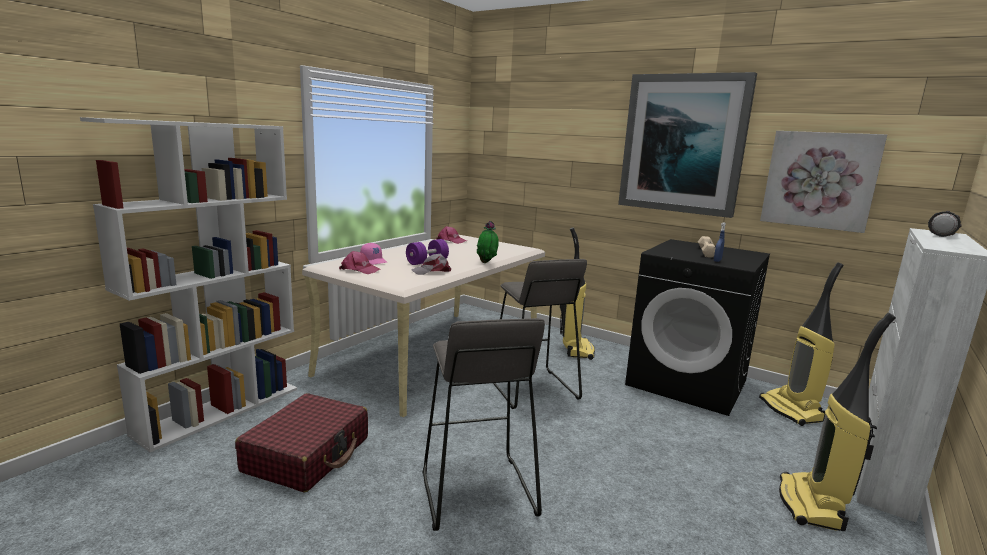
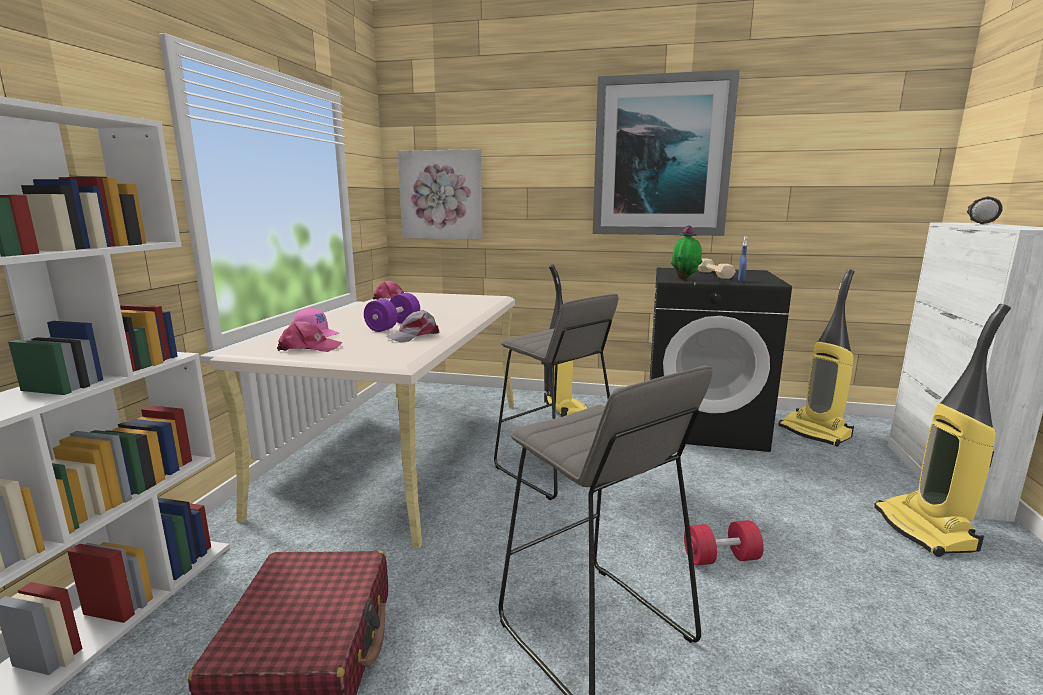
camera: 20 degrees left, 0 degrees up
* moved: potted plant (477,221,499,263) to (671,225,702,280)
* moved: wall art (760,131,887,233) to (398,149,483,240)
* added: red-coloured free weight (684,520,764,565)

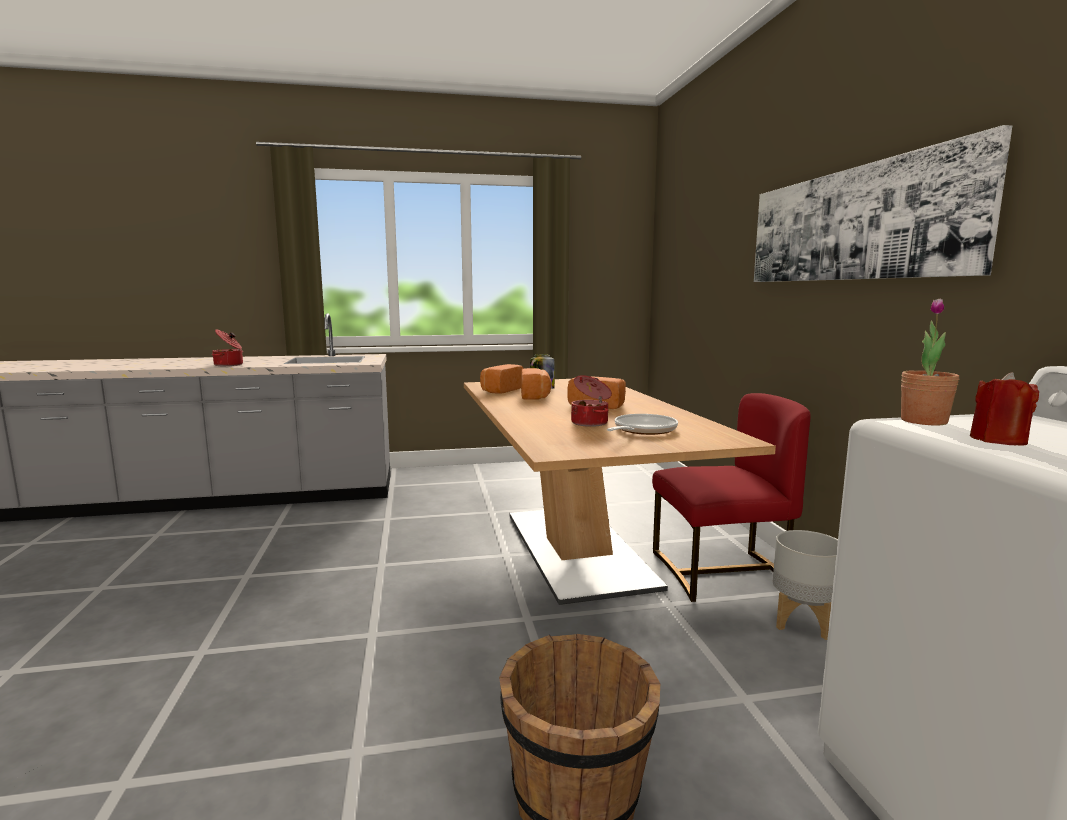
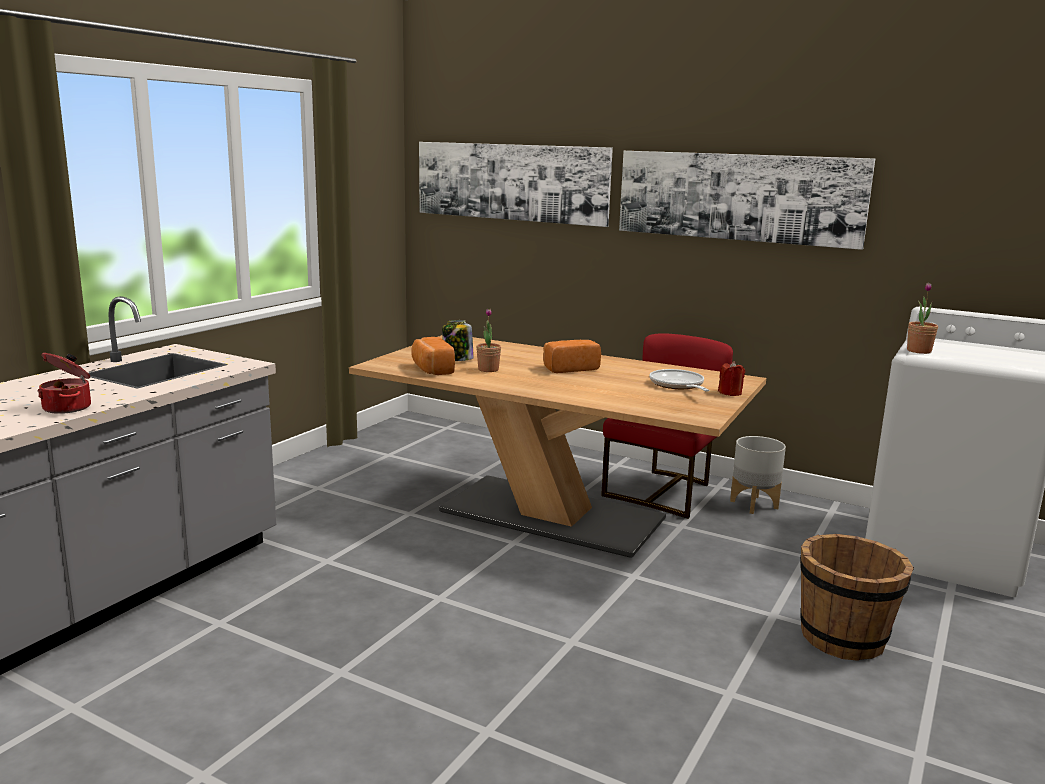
camera: 50 degrees left, 5 degrees up
* replaced: baked bread (521,368,551,400) to potted plant (476,309,501,372)
* removed: saucepot (571,375,612,427)
* moved: red-coloured candle (970,372,1039,446) to (718,361,745,396)
* added: wall art (419,142,613,227)

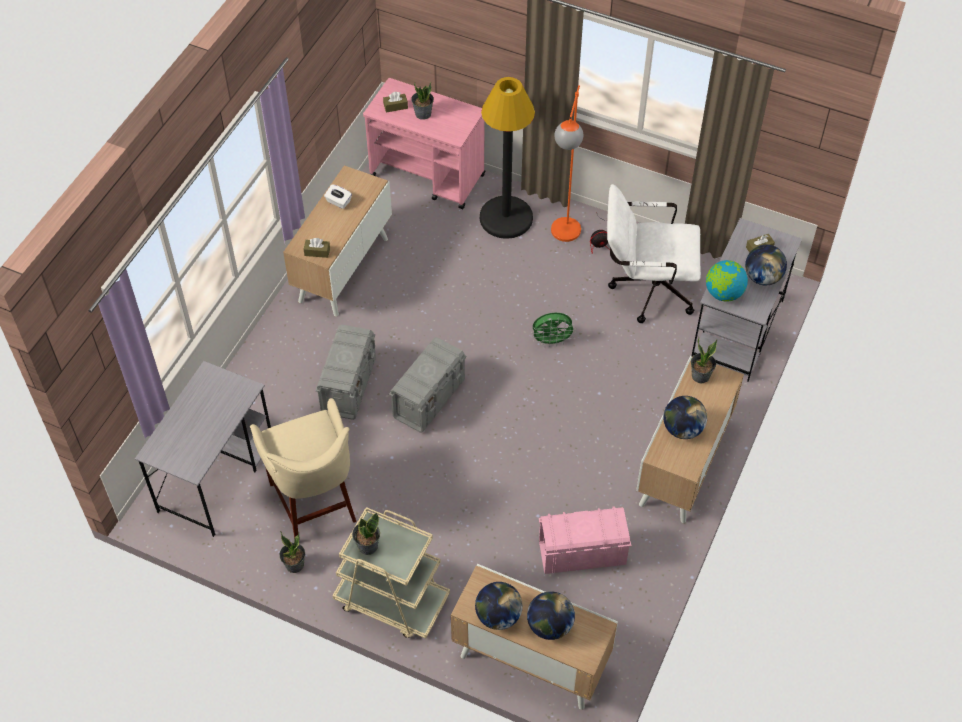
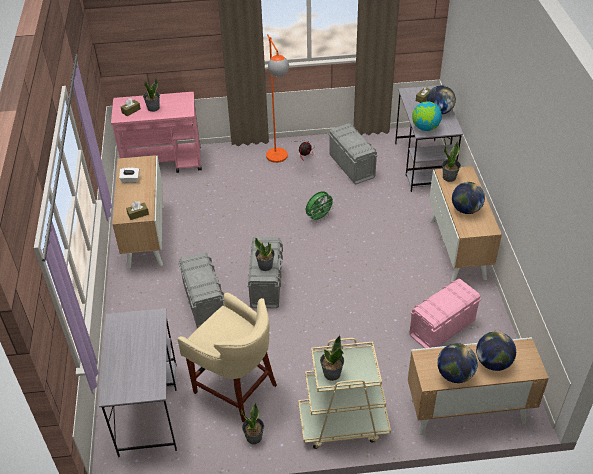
camera: 30 degrees left, 10 degrees down
* removed: blackish standard lamp (480,77,535,239)
* replaced: white-coloured desk chair (607,184,701,323) to greyish storage container (328,123,378,184)
* added: potted plant (255,237,275,271)

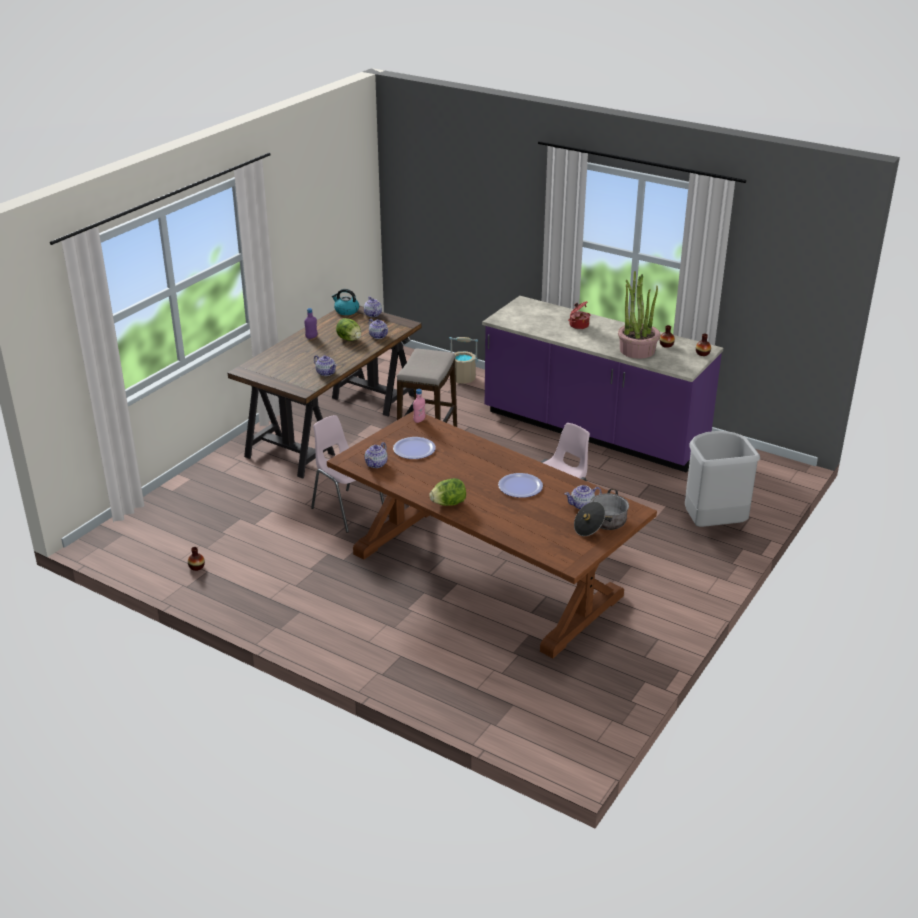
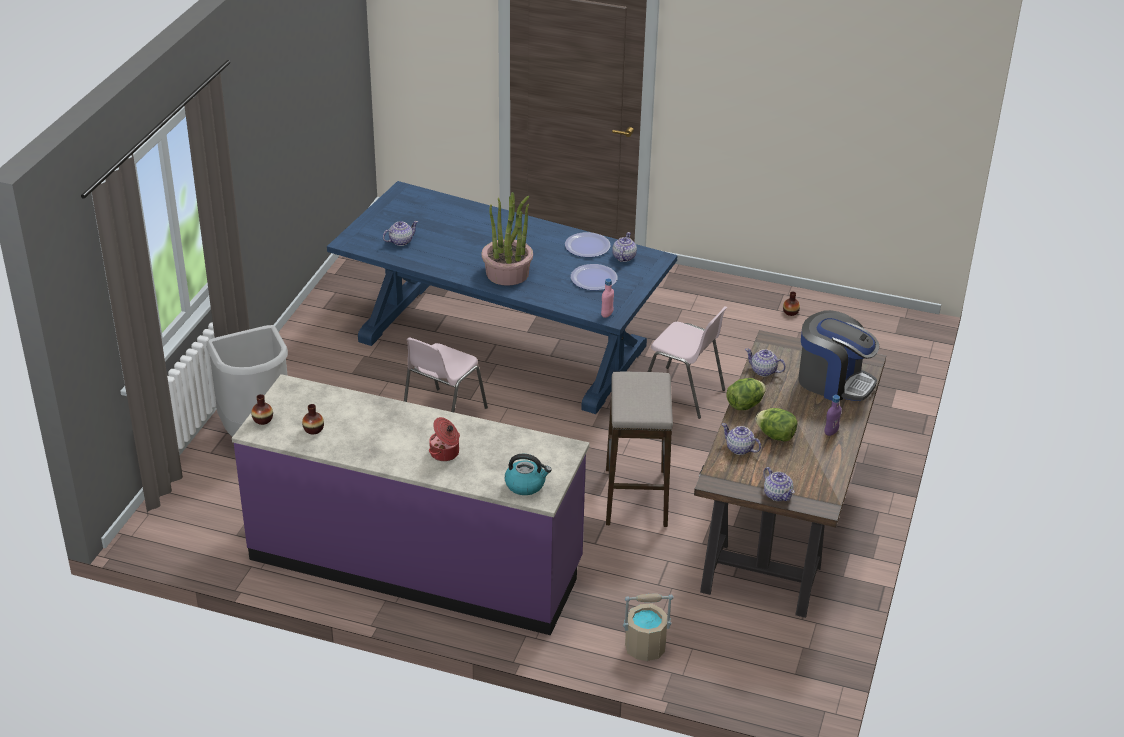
camera: 165 degrees right, 5 degrees up
* recoloured: brown-coloured kitchen table (327,411,657,658) to blue kitchen table (327,181,678,414)
* moved: water kettle (332,289,359,315) to (505,454,552,495)
* moved: lettuce (429,478,466,506) to (726,378,766,410)
* moved: flat dish (498,473,543,498) to (565,232,610,257)
* removed: saucepot (574,489,629,536)
* moved: potted plant (618,271,661,359) to (481,192,533,286)
* added: coffee maker (798,310,879,401)

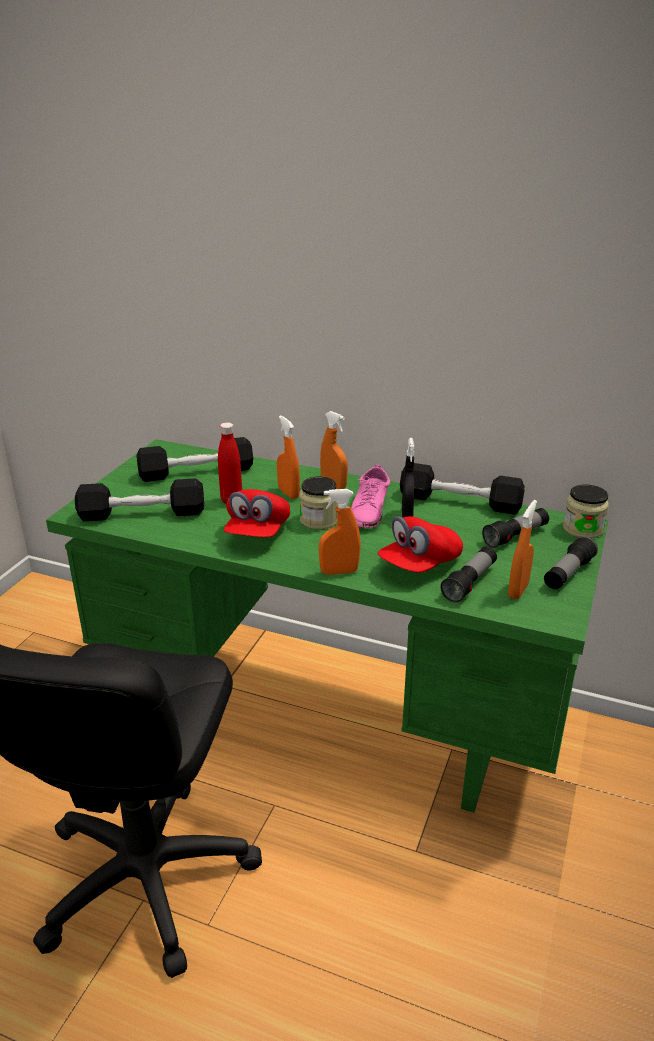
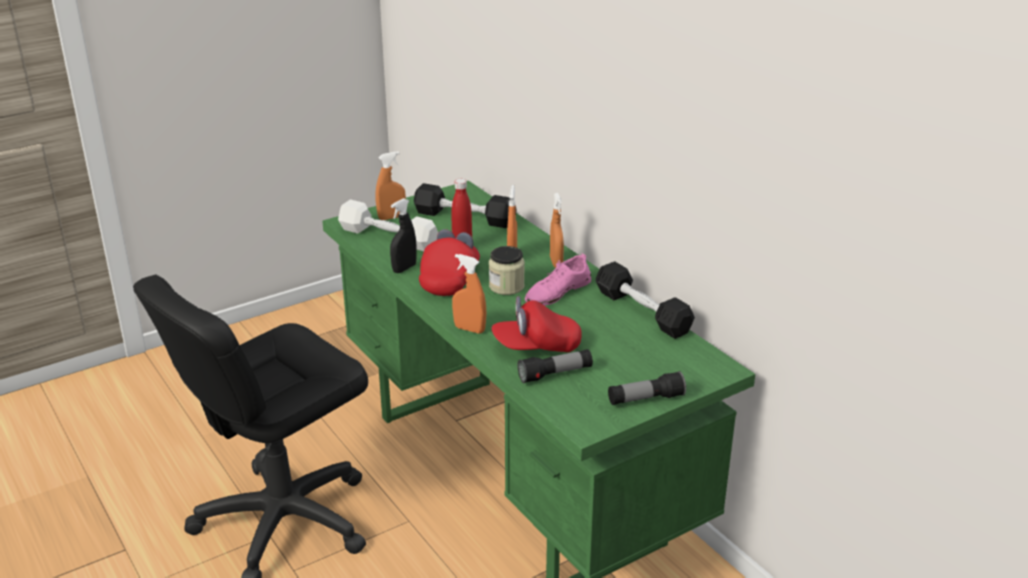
camera: 35 degrees right, 0 degrees up
* recoloured: blackish free weight (75,478,204,521) to white-coloured free weight (338,199,438,251)
* turned: red-coloured peaked cap (224,489,290,537) = (419,229,480,296) 150 degrees clockwise
* moved: blackish spray bottle (402,438,414,518) to (390,198,417,273)
* removed: flashlight (482,508,549,548)
* moved: orangey spray bottle (508,500,537,599) to (375,151,406,220)
* removed: preserve jar (563,485,609,538)

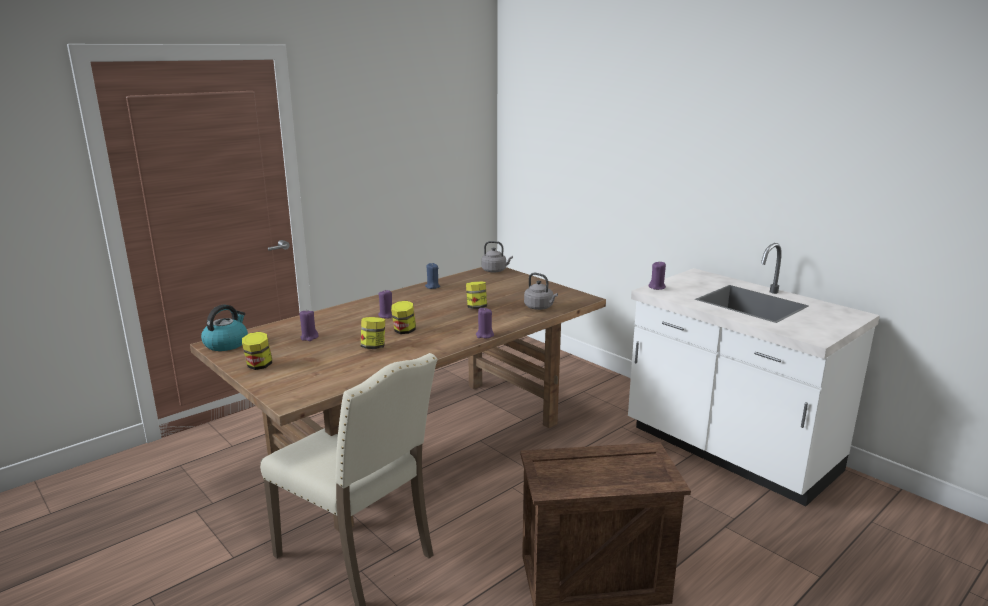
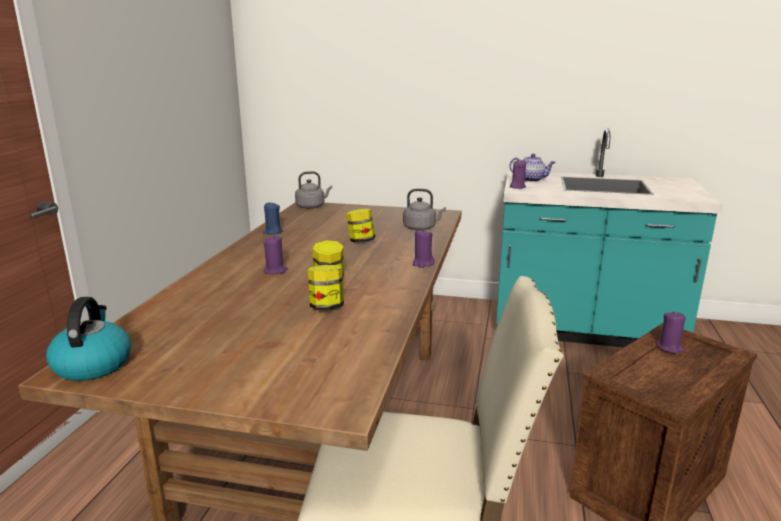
camera: 35 degrees left, 0 degrees up
* removed: preserve jar (242,332,272,370)
* moved: purple candle (299,309,319,341) to (656,311,686,353)
* recoloured: white-coloured counter (628,243,880,506) to blue-green counter (496,128,724,347)
* added: tea pot (510,154,556,182)

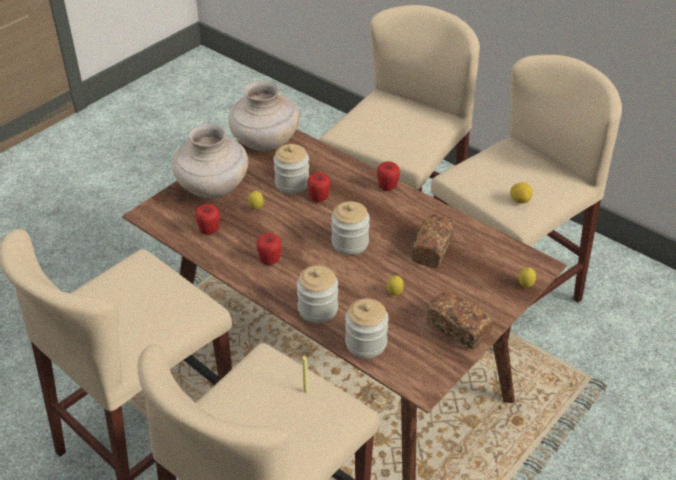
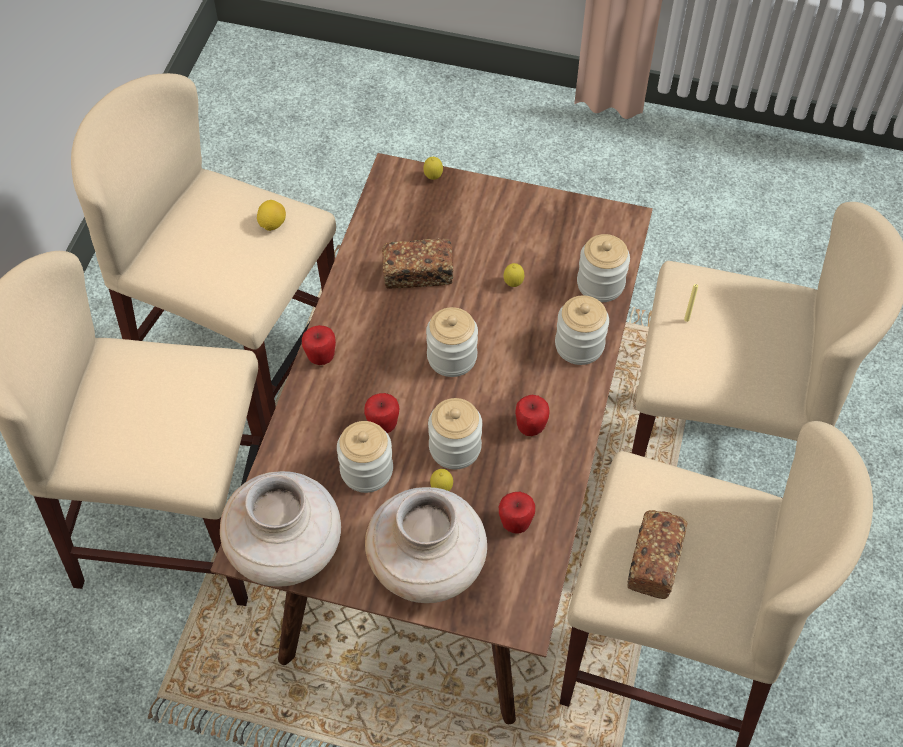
camera: 115 degrees left, 15 degrees up
* moved: baked bread (427,291,493,350) to (627,510,688,599)
* added: preserve jar (428,398,482,469)

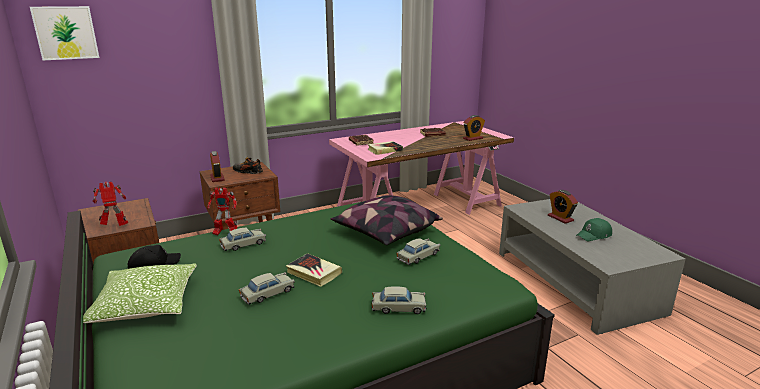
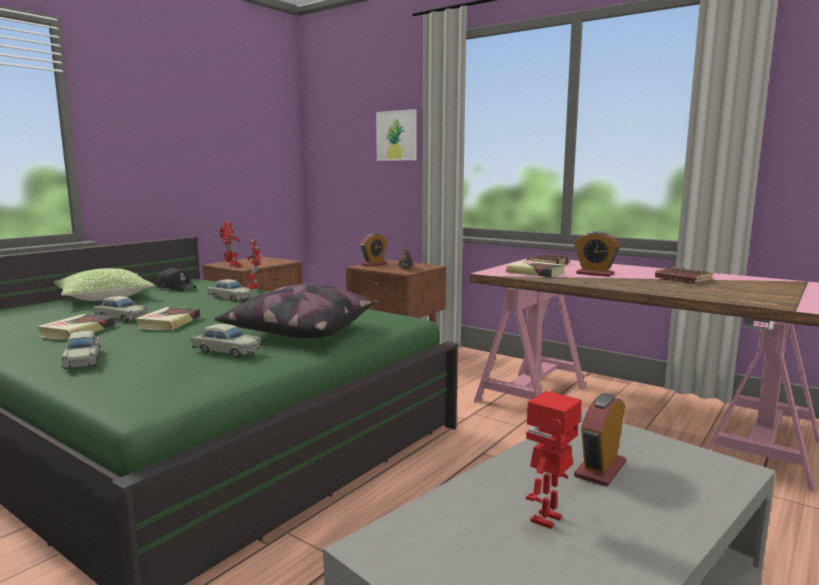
camera: 65 degrees right, 10 degrees down
* moved: wall art (30,6,99,60) to (376,109,417,161)
* moved: bedside clock (463,115,485,141) to (574,231,620,277)
* replaced: green-coloured peaked cap (576,218,612,241) to toy robot (526,391,582,529)
* added: volume (36,314,115,340)

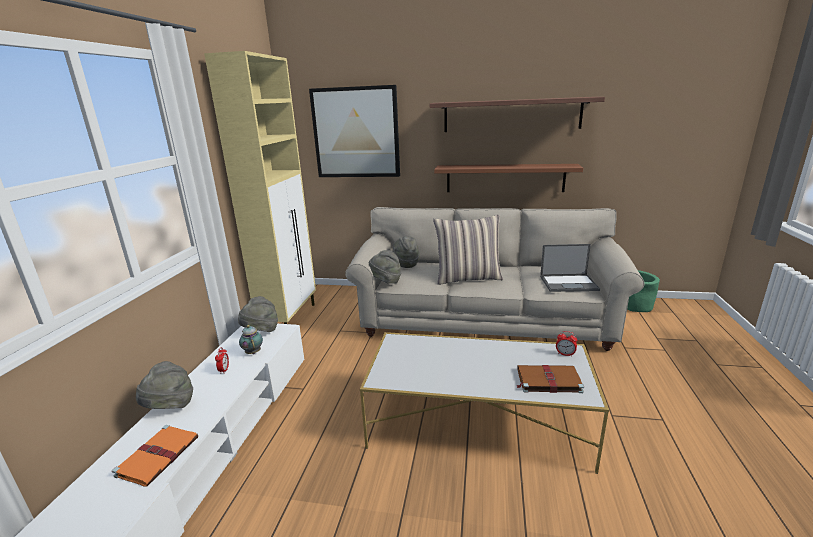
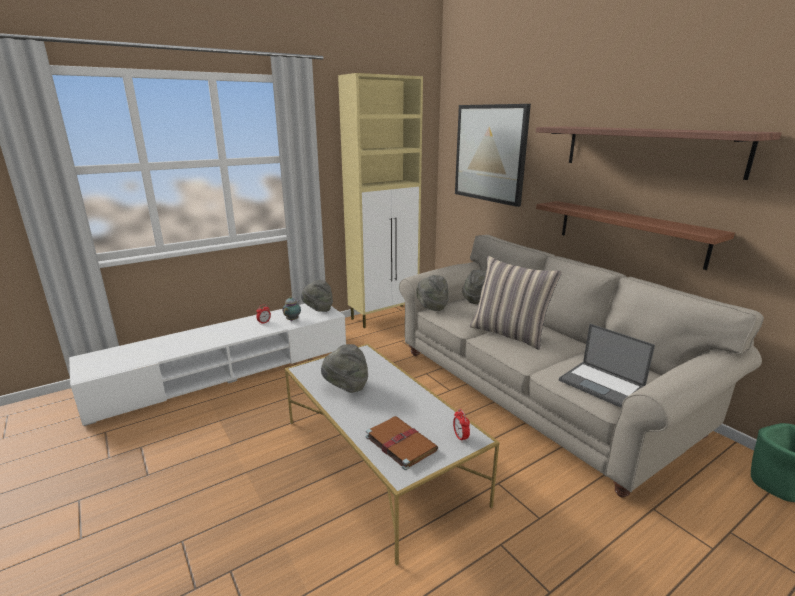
camera: 45 degrees right, 0 degrees up
* removed: orangey volume (112,425,198,487)
* moved: greyish clothing hat (136,361,193,409) to (321,344,368,393)

